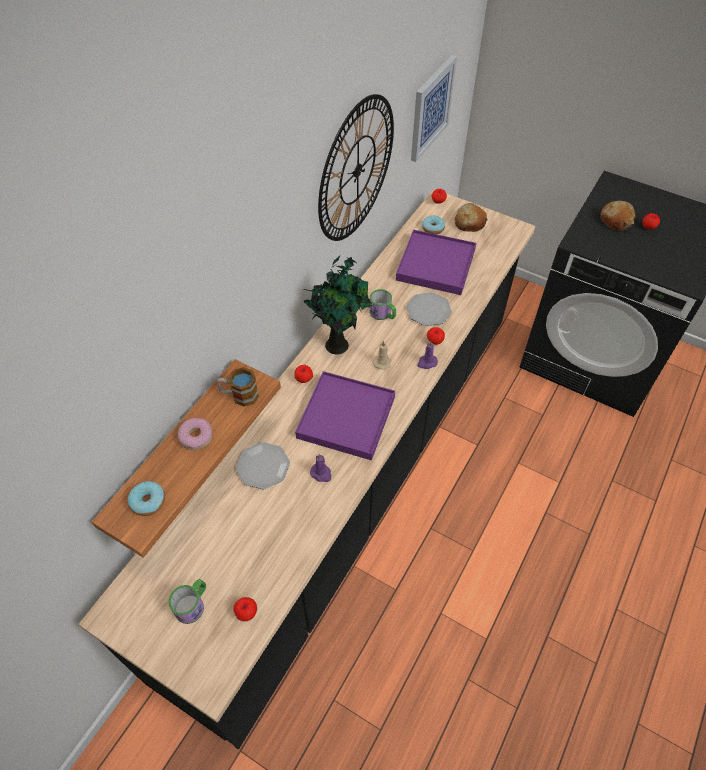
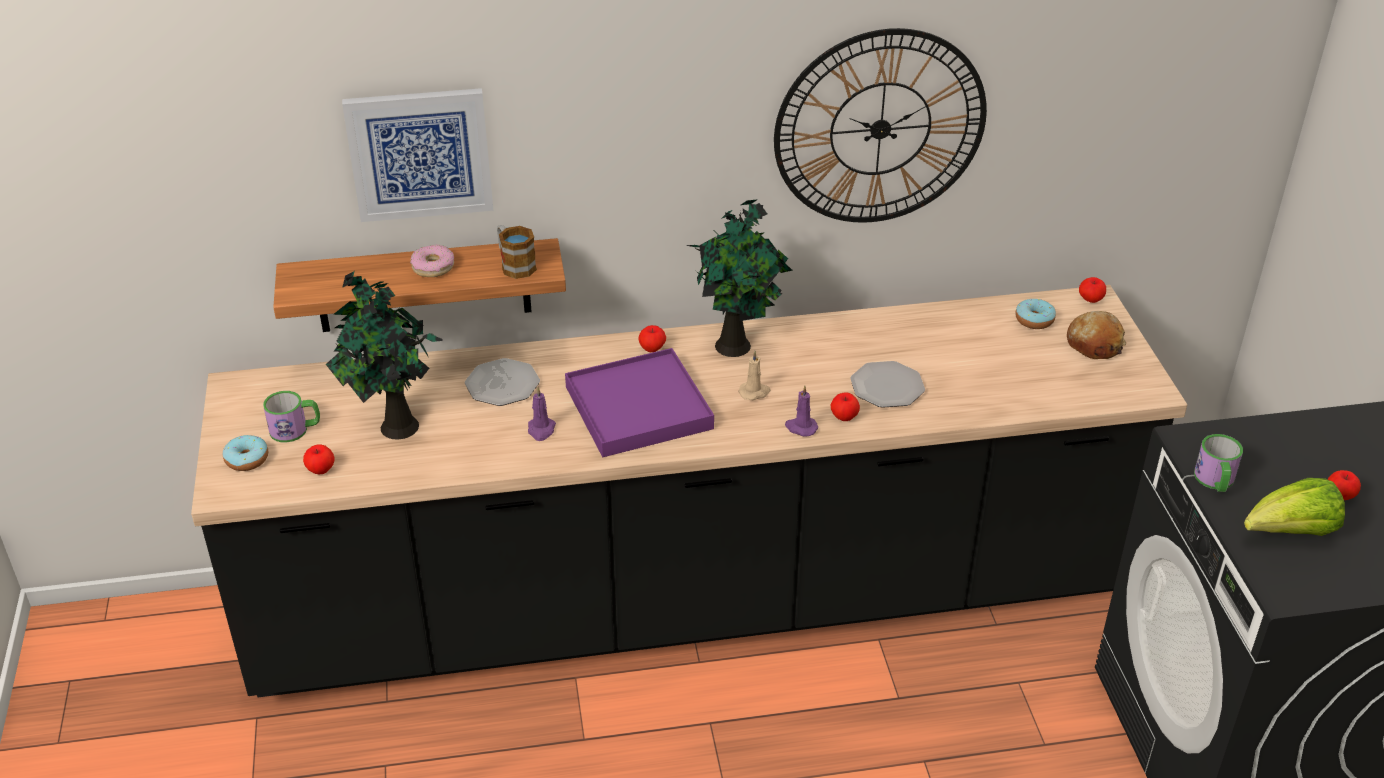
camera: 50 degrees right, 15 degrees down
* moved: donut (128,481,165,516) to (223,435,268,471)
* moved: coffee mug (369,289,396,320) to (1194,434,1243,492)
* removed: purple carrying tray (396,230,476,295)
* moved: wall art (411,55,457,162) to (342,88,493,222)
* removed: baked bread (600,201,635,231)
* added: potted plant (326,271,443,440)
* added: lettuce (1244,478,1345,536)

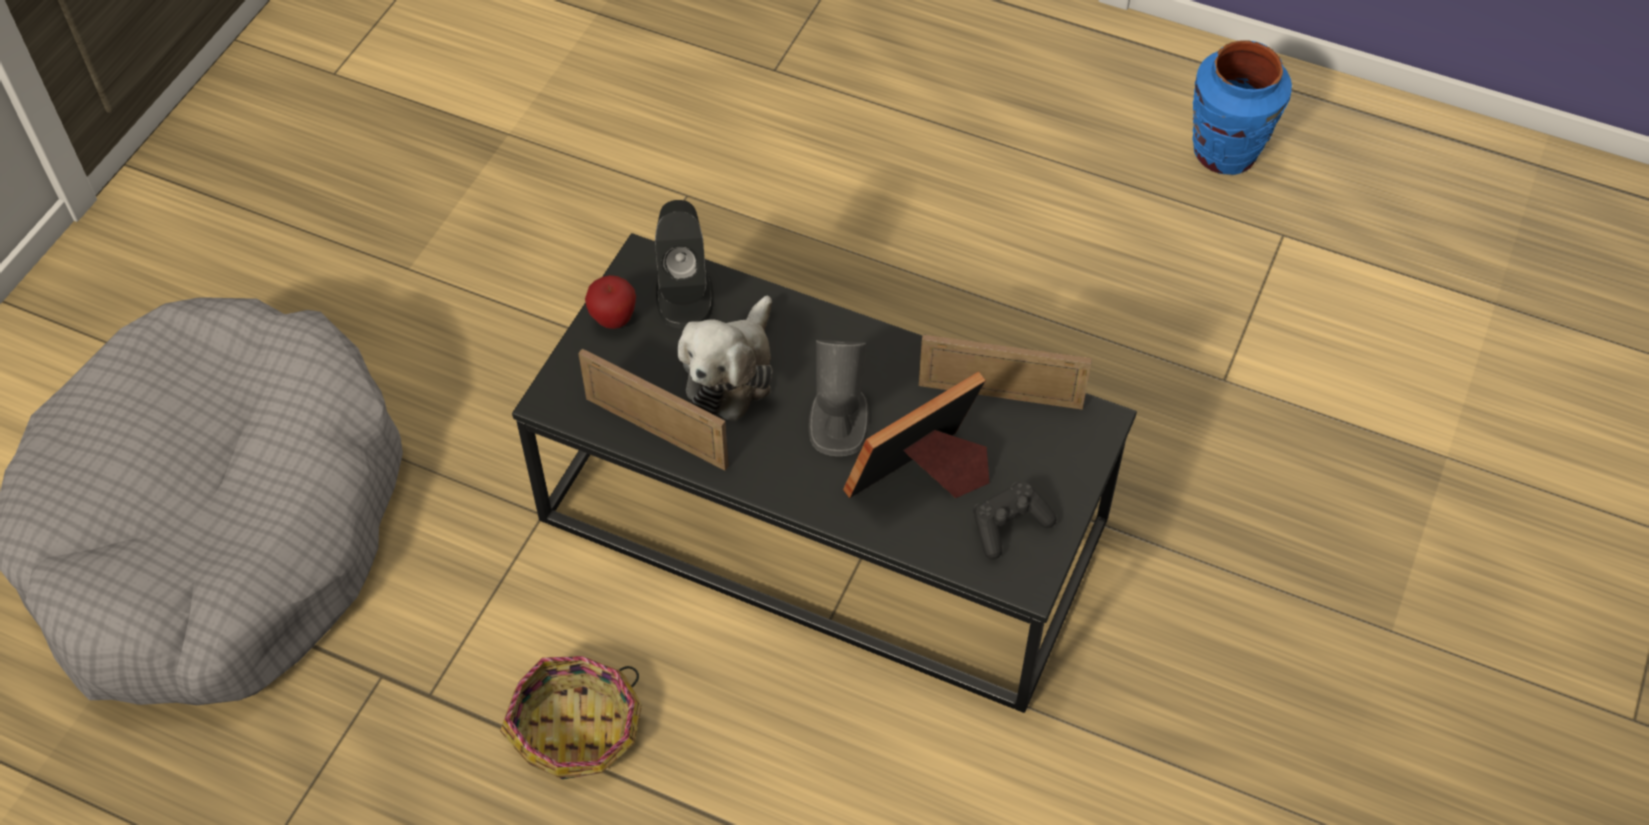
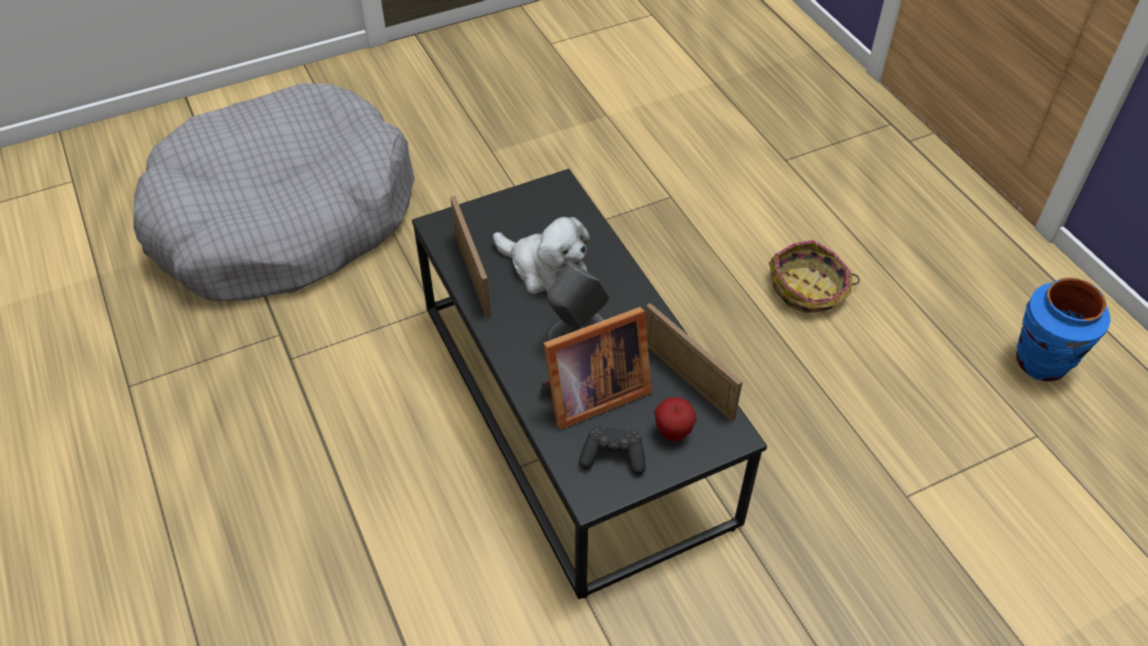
camera: 40 degrees right, 5 degrees down
* moved: household basket (500,656,642,780) to (769,240,860,313)
* moved: apple (585,275,636,329) to (655,397,697,442)
* removed: blackish speaker (655,200,714,329)
* turned: plush toy (678,296,773,421) = (493,217,590,294) 120 degrees counterclockwise
* turned: picture frame (843,372,989,498) = (541,307,652,430) 150 degrees clockwise

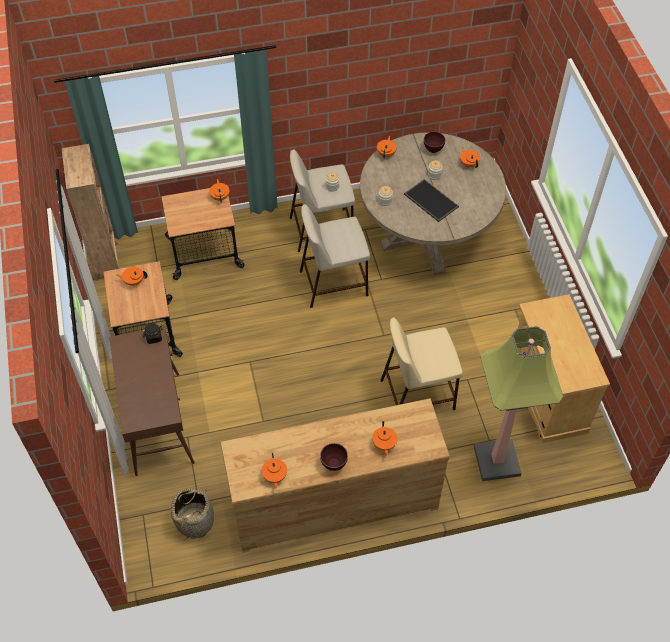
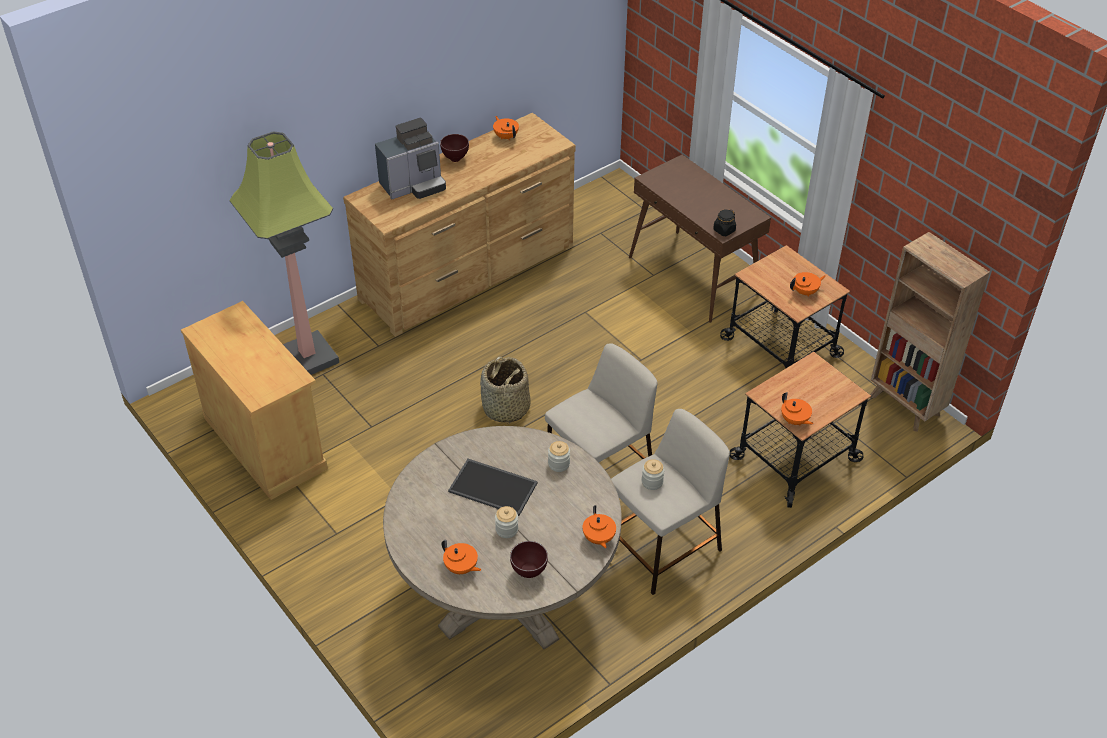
camera: 155 degrees right, 10 degrees down
* moved: household basket (171,488,214,540) to (480,357,531,424)
* replaced: orangey tea pot (372,421,397,456) to coffee maker (375,118,446,199)
* removed: beige sitting stool (381,318,463,410)

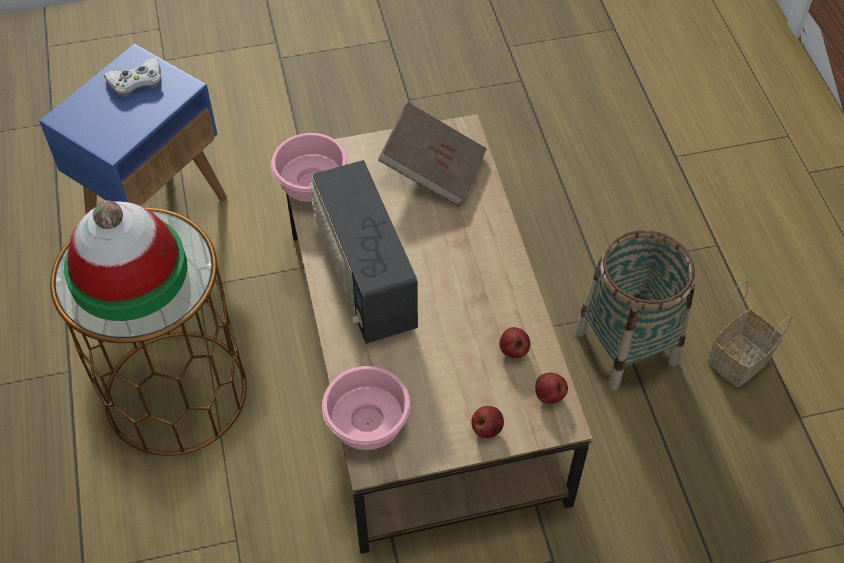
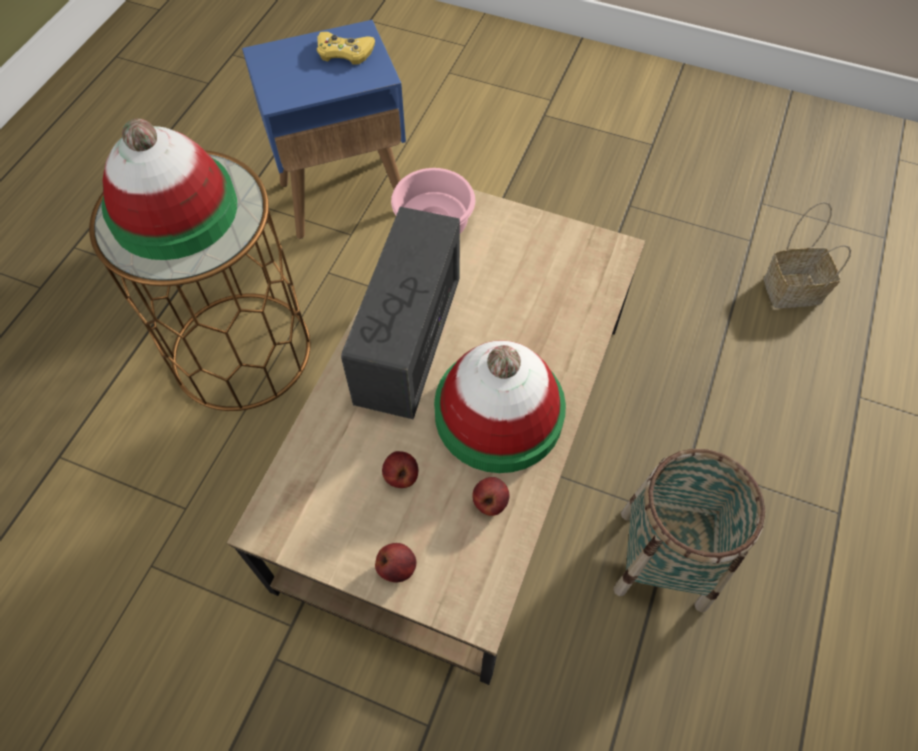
camera: 35 degrees right, 5 degrees up
* recoloured: white-coloured game controller (104,58,161,97) to yellowish game controller (317,32,375,65)
* removed: pink bowl (322,366,410,450)
* removed: brown-coloured volume (378,102,487,207)
* moved: apple (535,373,568,404) to (382,451,418,488)
* moved: household basket (708,280,792,387) to (764,202,851,308)
* added: clothing hat (434,340,566,473)

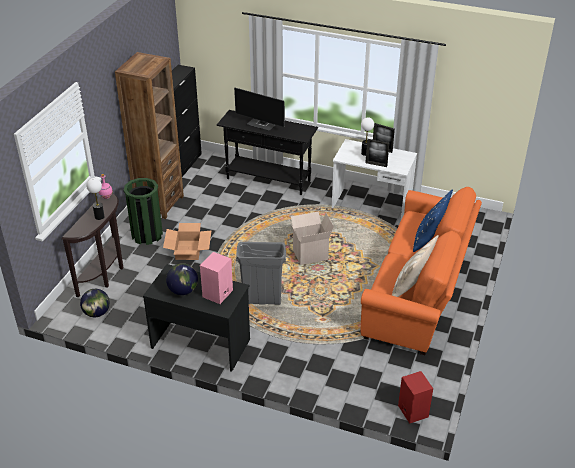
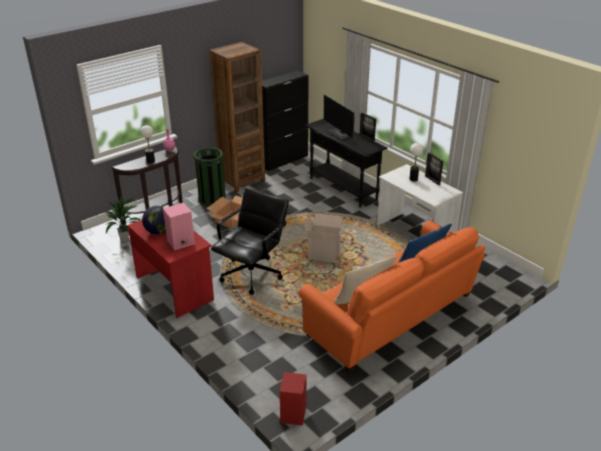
camera: 30 degrees right, 5 degrees down
* replaced: globe (80,289,110,317) to potted plant (105,195,141,243)
* recoloured: blackish desk (143,264,250,372) to red-coloured desk (127,220,214,318)
* replaced: greyish rubbish bin (236,242,286,305) to blackish desk chair (211,187,289,295)
* moved: picture frame (365,139,389,167) to (360,113,376,142)

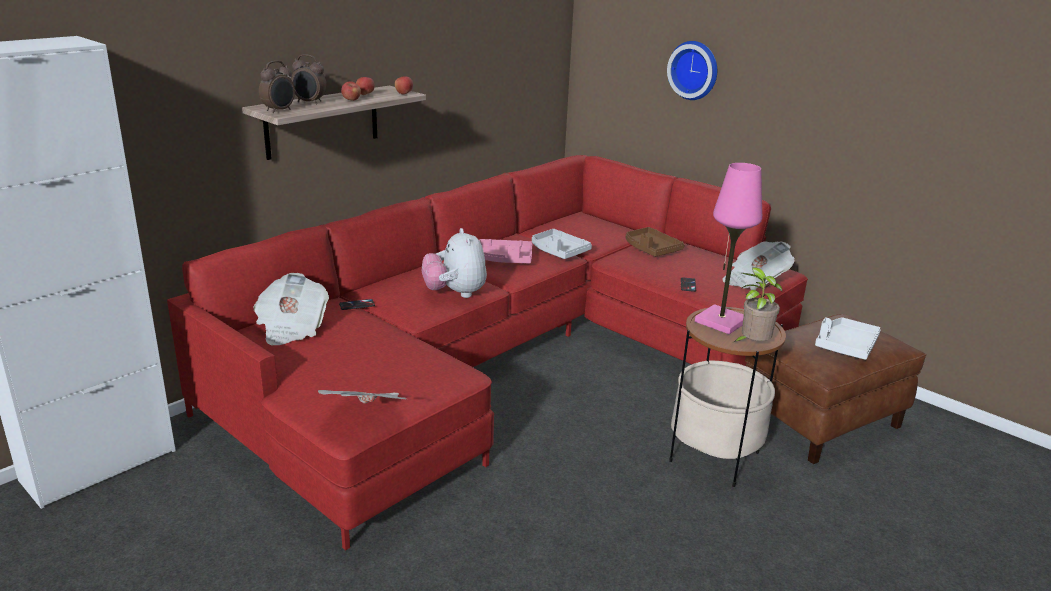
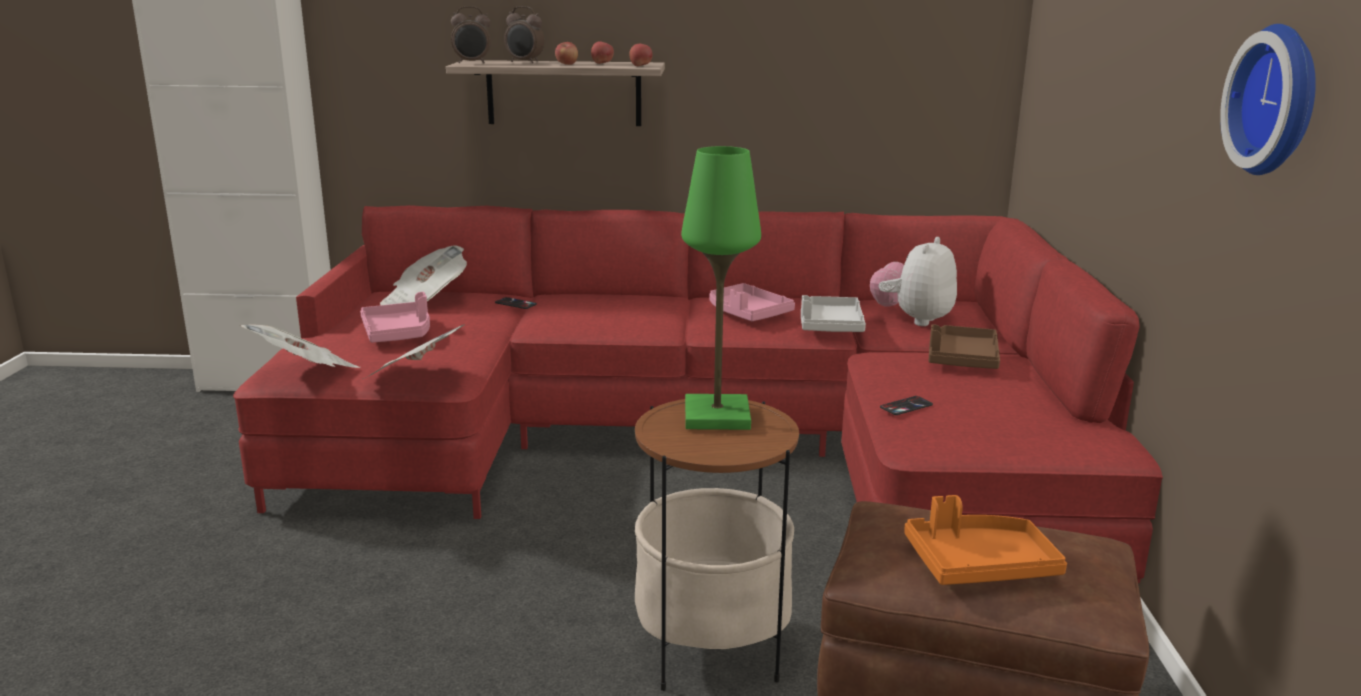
camera: 50 degrees right, 5 degrees down
* turned: bedside clock (291,54,327,105) = (504,6,544,63) 45 degrees counterclockwise
* moved: plush toy (422,228,487,298) to (870,237,957,326)
* moved: hanging clock (667,41,717,100) to (1220,24,1316,175)
* recoloured: pink tabletop lamp (695,163,762,334) to green-coloured tabletop lamp (681,146,761,430)
* moved: newspaper (722,241,795,290) to (363,325,464,379)
* removed: potted plant (734,267,782,342)
* recoloured: white-coloured carrying tray (815,317,881,360) to orangey carrying tray (904,495,1067,585)
* added: pink carrying tray (360,292,430,343)

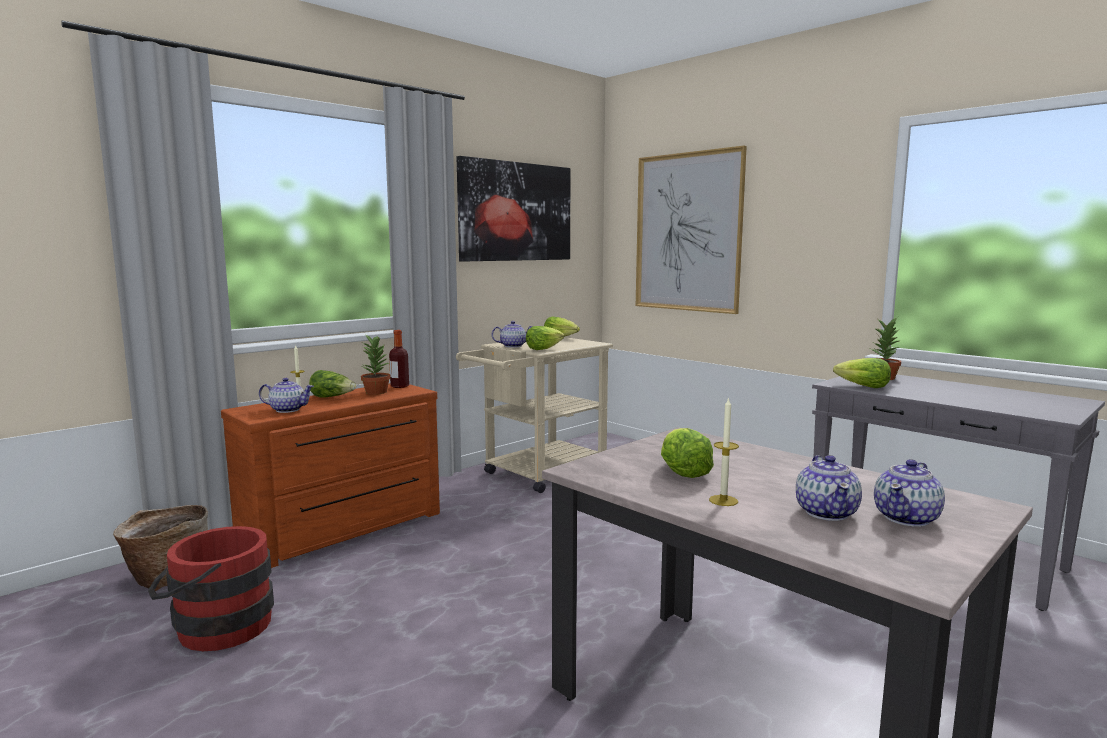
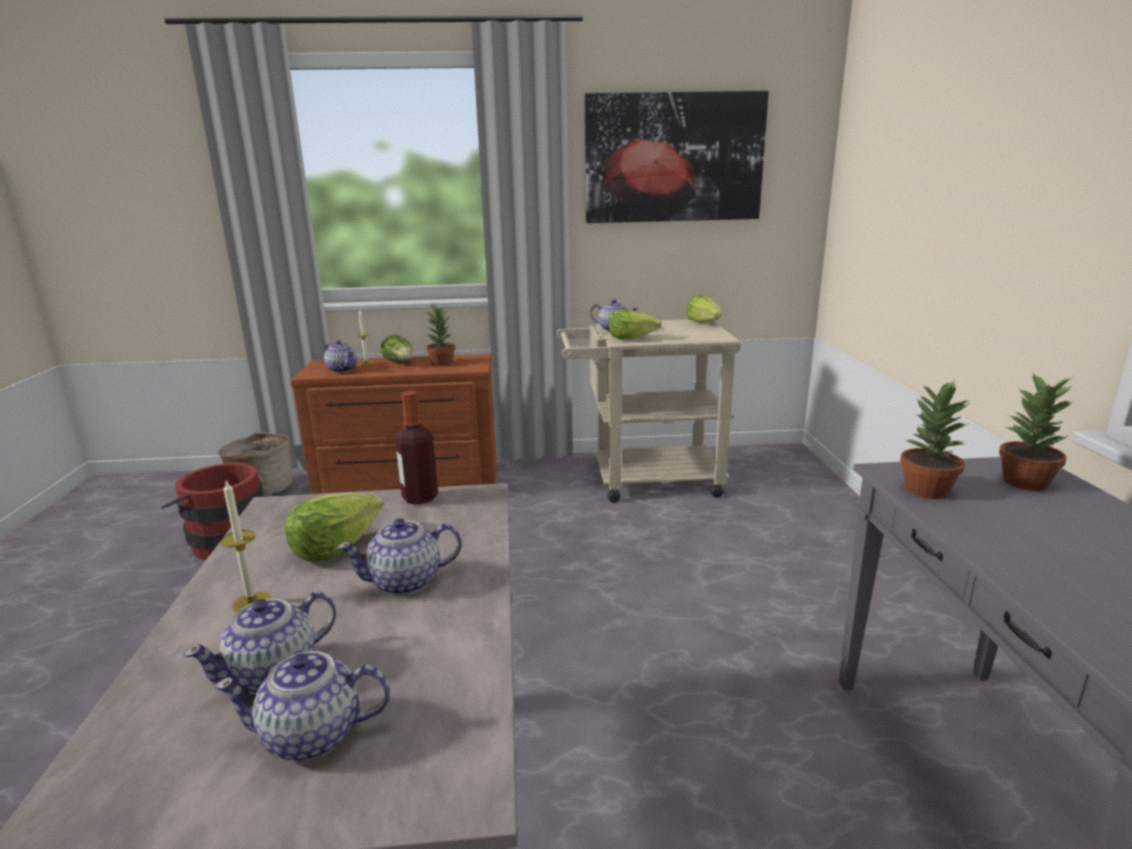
camera: 40 degrees right, 10 degrees up
* moved: beverage bottle (389,330,409,388) to (395,391,438,505)
* removed: wall art (636,146,747,314)
* replaced: lettuce (833,358,891,388) to potted plant (900,380,971,499)
* added: tea pot (337,518,462,595)

